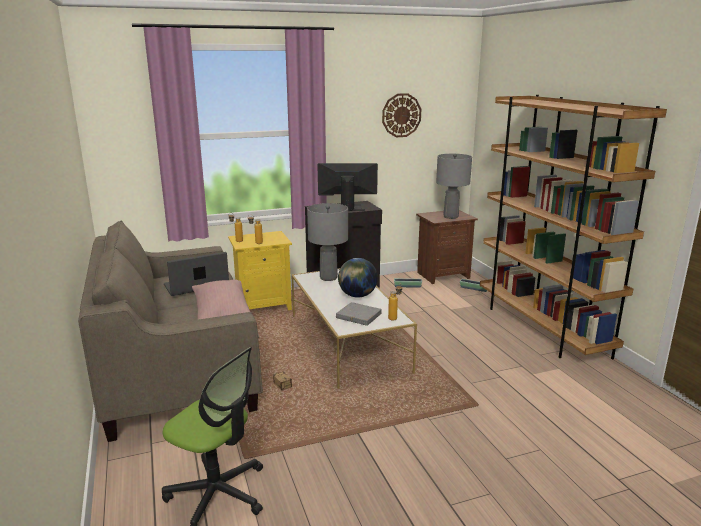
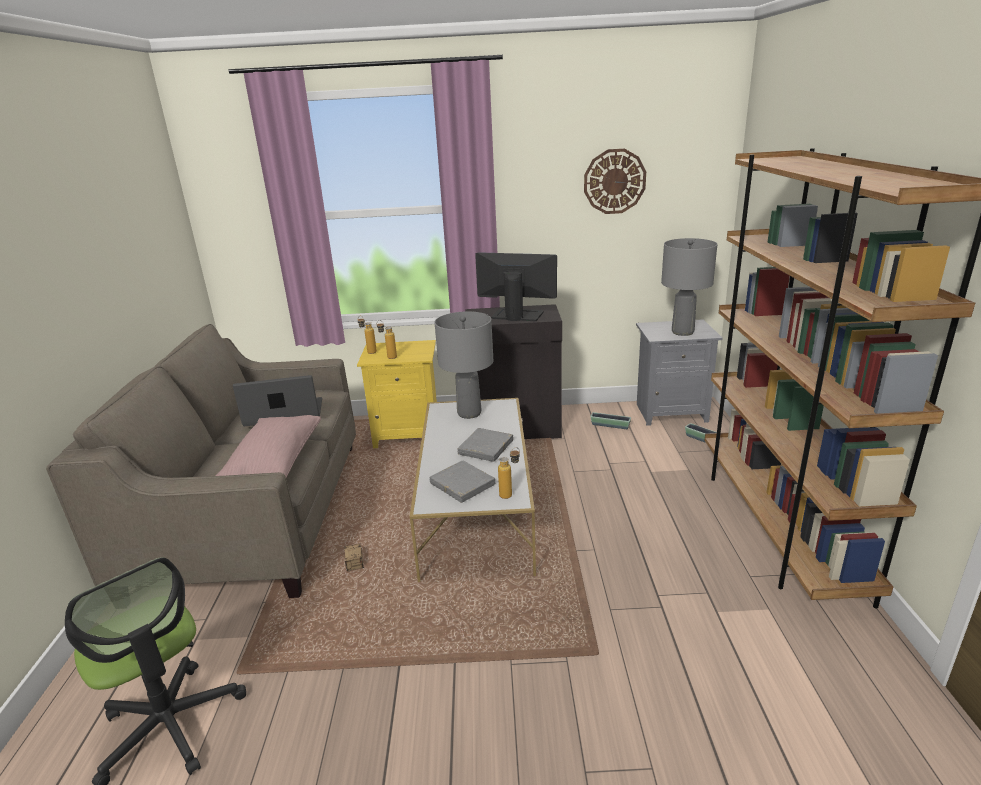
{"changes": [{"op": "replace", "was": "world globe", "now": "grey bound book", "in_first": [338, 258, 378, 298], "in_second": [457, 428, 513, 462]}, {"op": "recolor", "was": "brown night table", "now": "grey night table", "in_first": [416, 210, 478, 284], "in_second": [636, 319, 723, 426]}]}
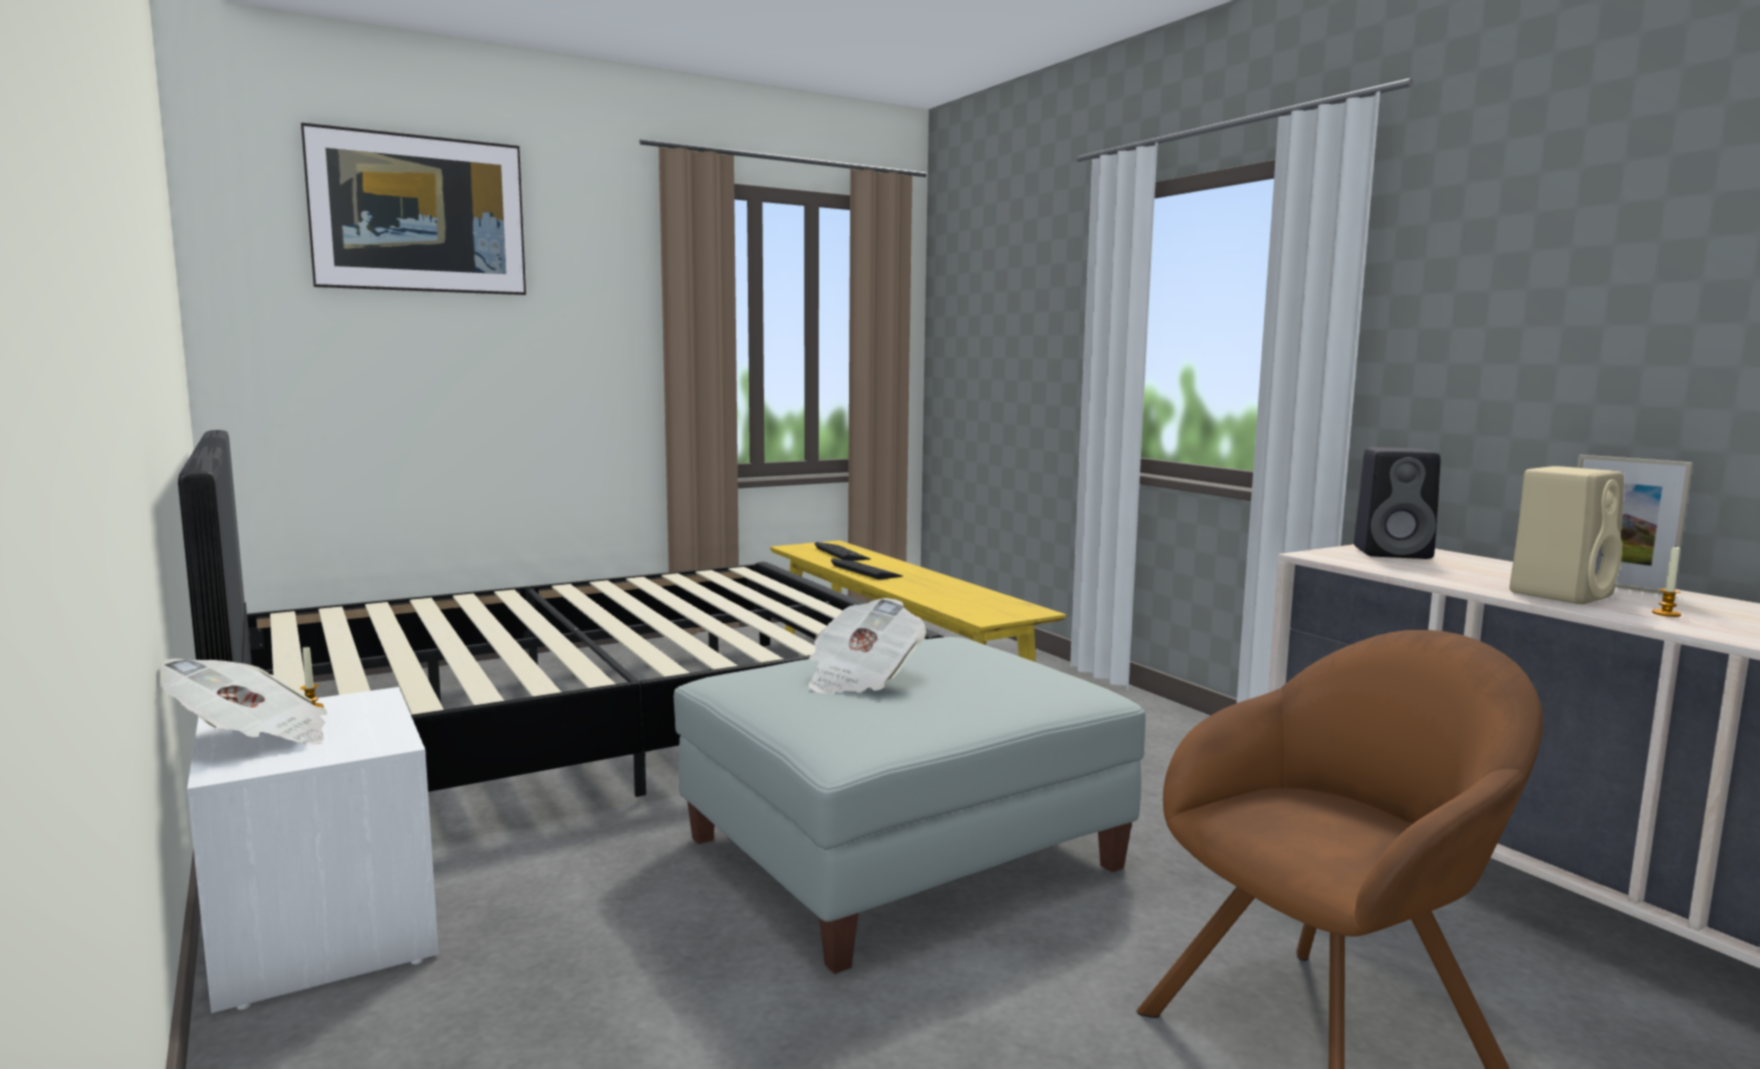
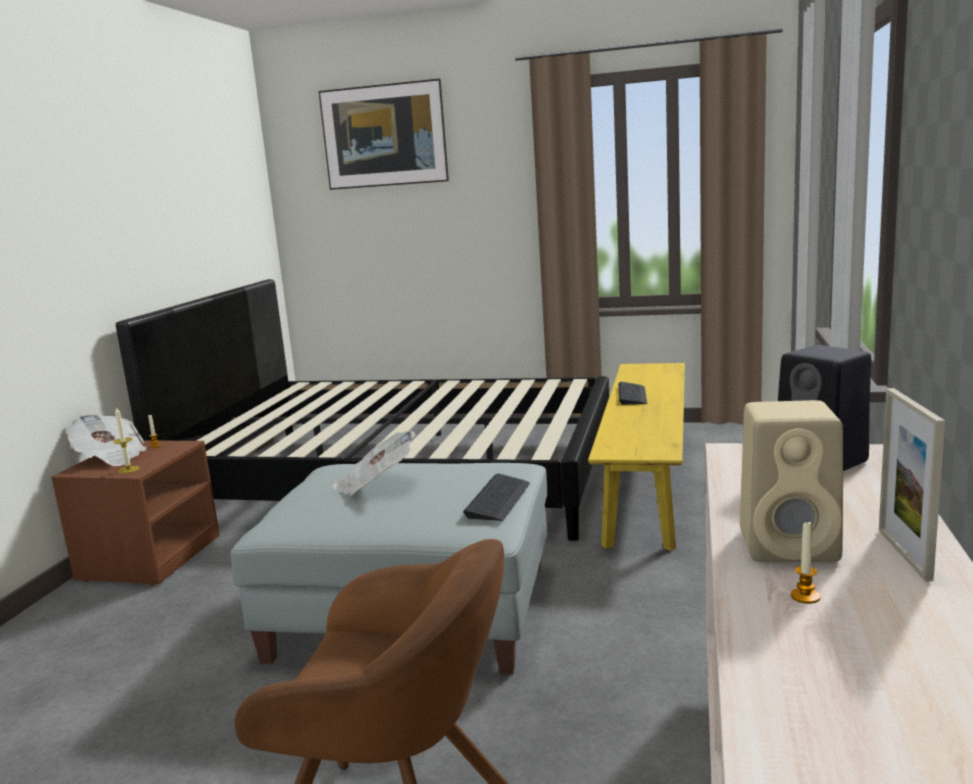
{"changes": [{"op": "recolor", "was": "whitish night table", "now": "brown night table", "in_first": [187, 687, 439, 1013], "in_second": [51, 440, 220, 586]}, {"op": "insert", "now": "wax light", "in_second": [114, 406, 139, 474]}, {"op": "move", "was": "computer keyboard", "in_first": [815, 542, 871, 561], "in_second": [463, 473, 530, 521]}]}
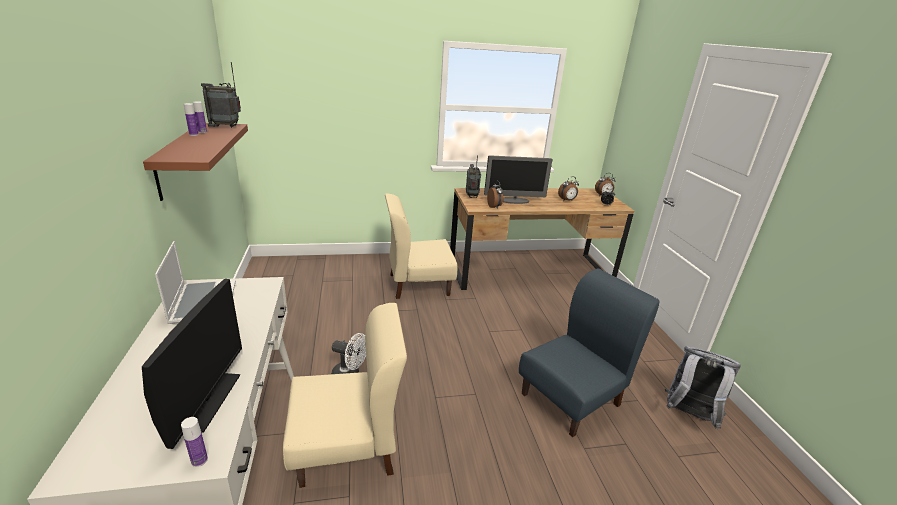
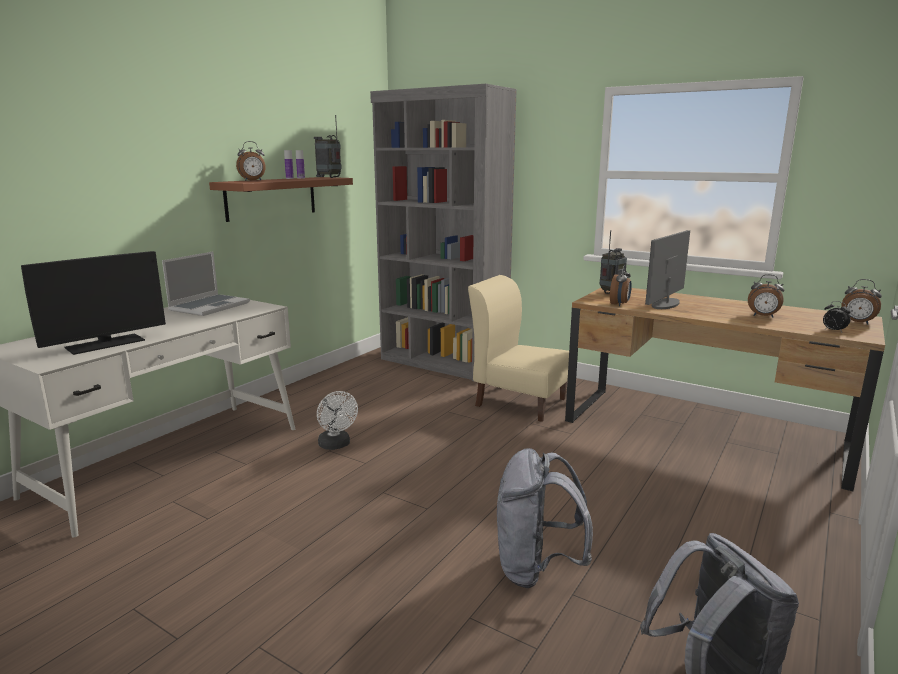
{"changes": [{"op": "insert", "now": "bedside clock", "in_second": [236, 141, 266, 181]}, {"op": "insert", "now": "grey bookshelf", "in_second": [370, 84, 517, 382]}, {"op": "replace", "was": "bluish chair", "now": "grey rucksack", "in_first": [519, 269, 659, 437], "in_second": [497, 448, 593, 588]}, {"op": "rotate", "was": "computer screen", "in_first": [484, 155, 553, 204], "in_second": [645, 230, 690, 309], "clockwise": 90}, {"op": "delete", "was": "drink bottle", "in_first": [181, 417, 208, 467]}, {"op": "delete", "was": "beige chair", "in_first": [283, 303, 407, 488]}]}
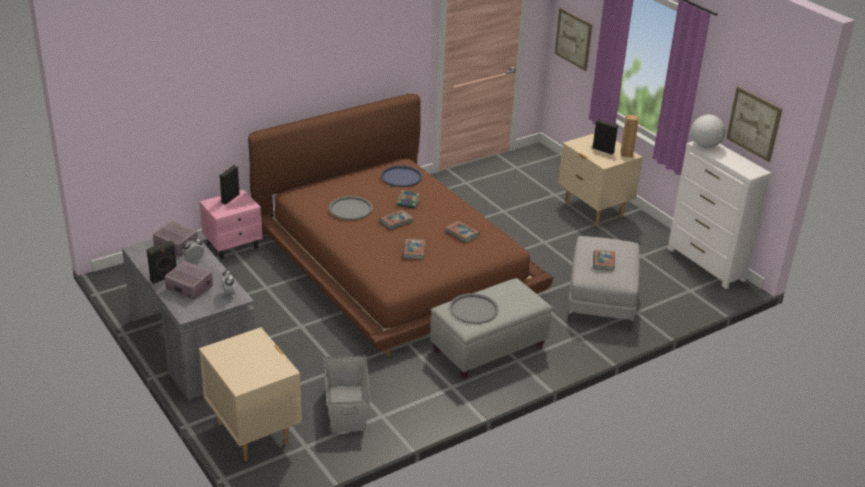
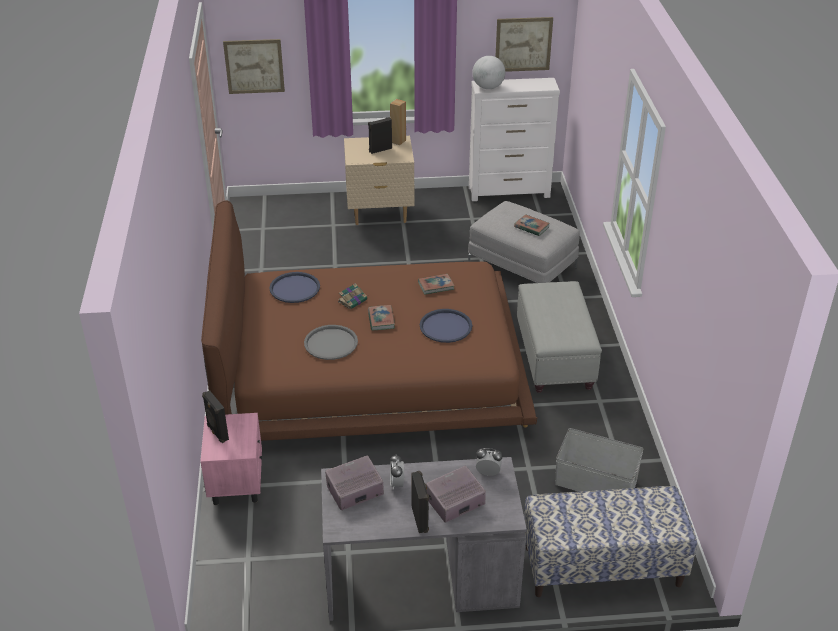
{"changes": [{"op": "replace", "was": "bound book", "now": "bluish tray", "in_first": [402, 239, 426, 259], "in_second": [420, 309, 472, 343]}, {"op": "replace", "was": "beige night table", "now": "bench", "in_first": [199, 327, 302, 461], "in_second": [524, 486, 697, 597]}, {"op": "delete", "was": "grey tray", "in_first": [449, 293, 499, 324]}]}
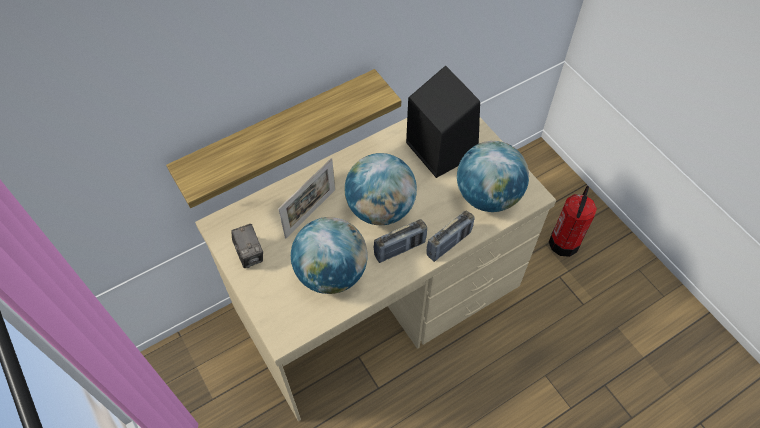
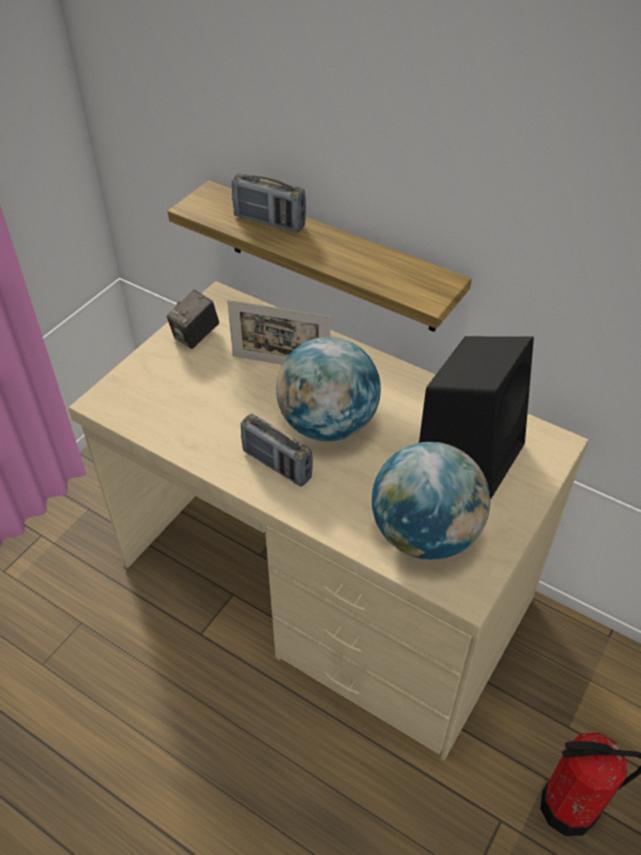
{"changes": [{"op": "move", "was": "radio receiver", "in_first": [426, 210, 475, 262], "in_second": [232, 173, 306, 232]}, {"op": "delete", "was": "world globe", "in_first": [291, 217, 368, 294]}]}
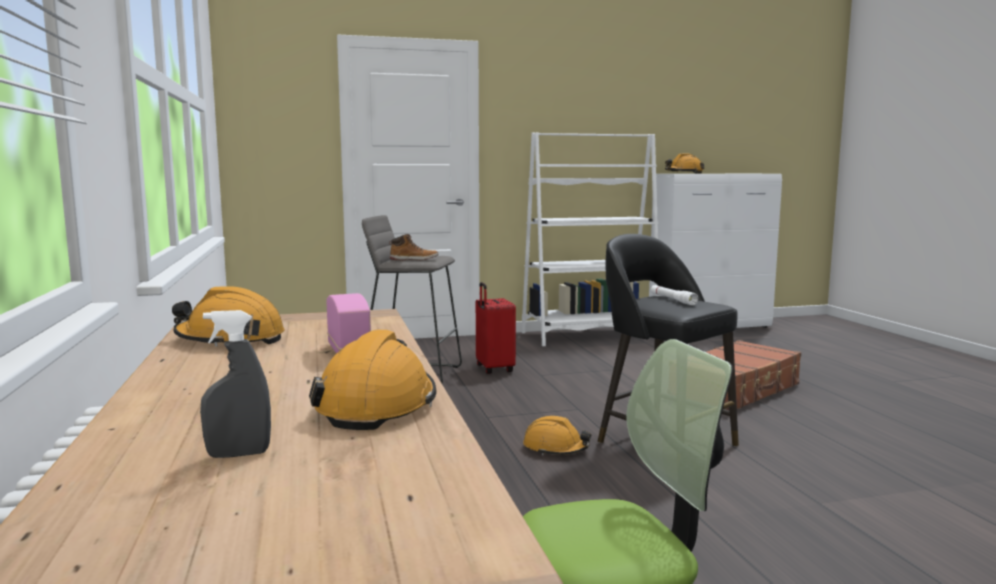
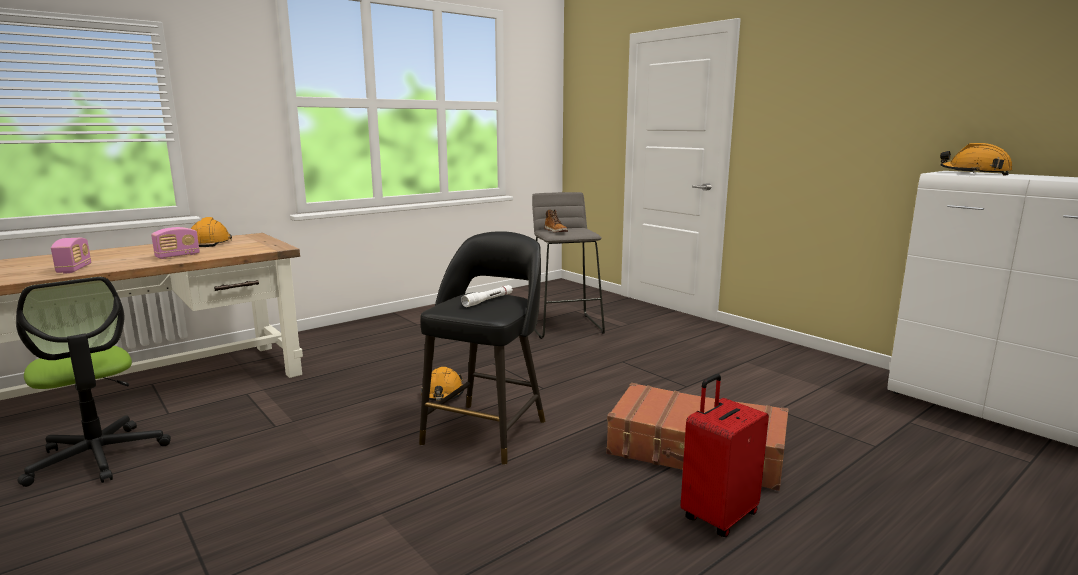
{"changes": [{"op": "replace", "was": "orangey work helmet", "now": "radio receiver", "in_first": [309, 330, 437, 430], "in_second": [51, 238, 91, 273]}, {"op": "move", "was": "red-coloured travel case", "in_first": [476, 282, 516, 374], "in_second": [681, 374, 769, 537]}, {"op": "delete", "was": "grey sprayer", "in_first": [200, 310, 271, 458]}, {"op": "delete", "was": "whitish bookshelf", "in_first": [522, 132, 660, 346]}]}
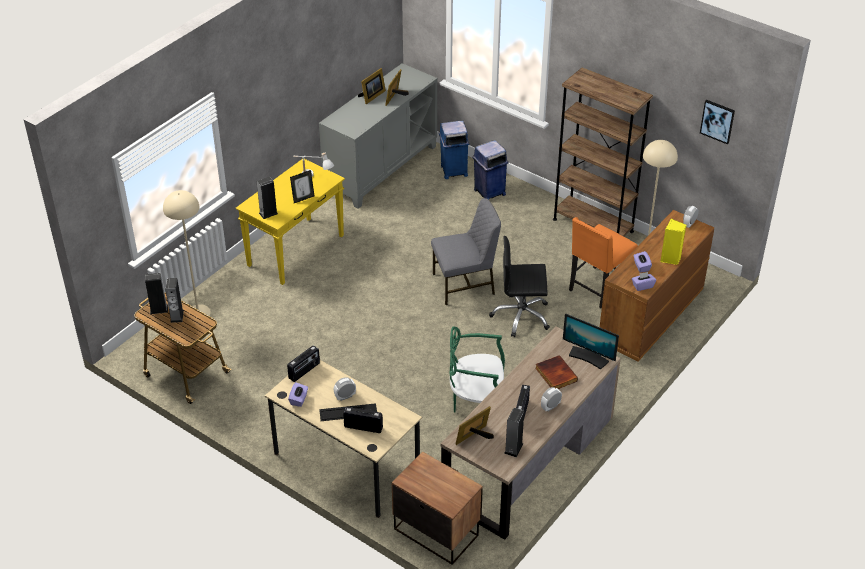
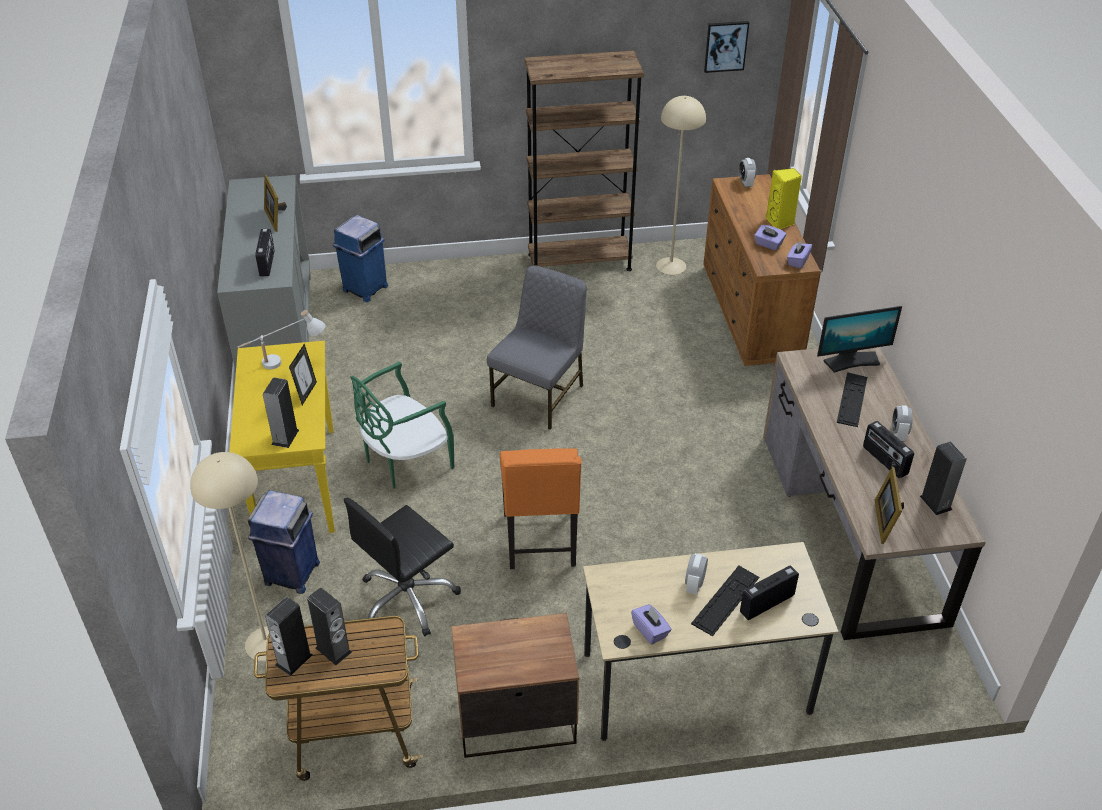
{"changes": [{"op": "move", "was": "bluish rubbish bin", "in_first": [472, 140, 509, 200], "in_second": [248, 490, 320, 594]}, {"op": "move", "was": "radio receiver", "in_first": [287, 345, 320, 382], "in_second": [255, 228, 275, 276]}, {"op": "move", "was": "black computer chair", "in_first": [489, 236, 550, 337], "in_second": [344, 497, 461, 637]}, {"op": "move", "was": "green-coloured chair", "in_first": [450, 327, 505, 412], "in_second": [350, 361, 454, 489]}, {"op": "move", "was": "night table", "in_first": [392, 451, 483, 565], "in_second": [451, 613, 579, 758]}, {"op": "move", "was": "orangey chair", "in_first": [569, 217, 638, 309], "in_second": [500, 448, 582, 569]}, {"op": "replace", "was": "bound book", "now": "computer keyboard", "in_first": [535, 355, 578, 389], "in_second": [837, 372, 867, 427]}, {"op": "delete", "was": "photo frame", "in_first": [358, 68, 386, 104]}]}
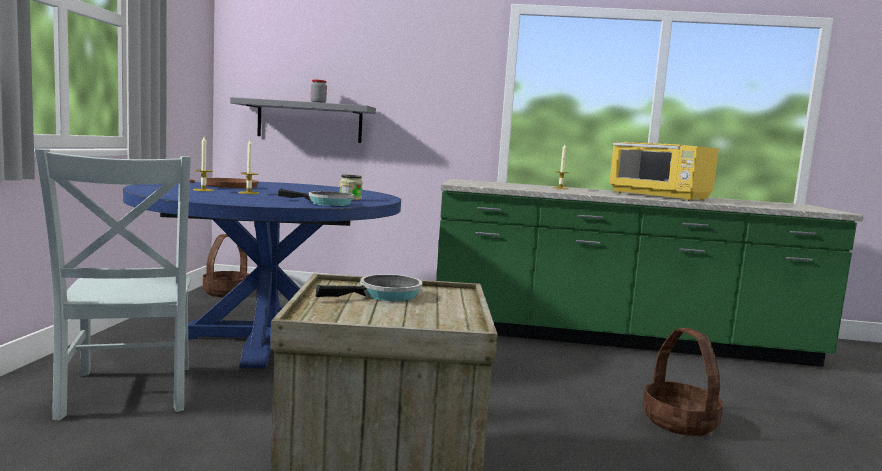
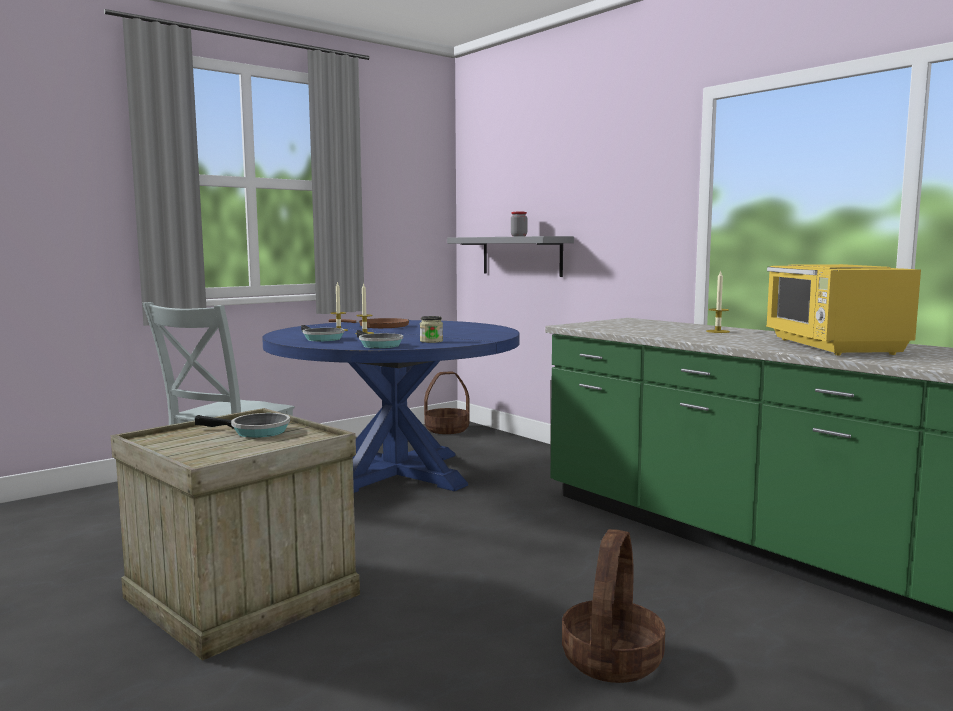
{"changes": [{"op": "insert", "now": "skillet", "in_second": [301, 325, 344, 341]}]}
